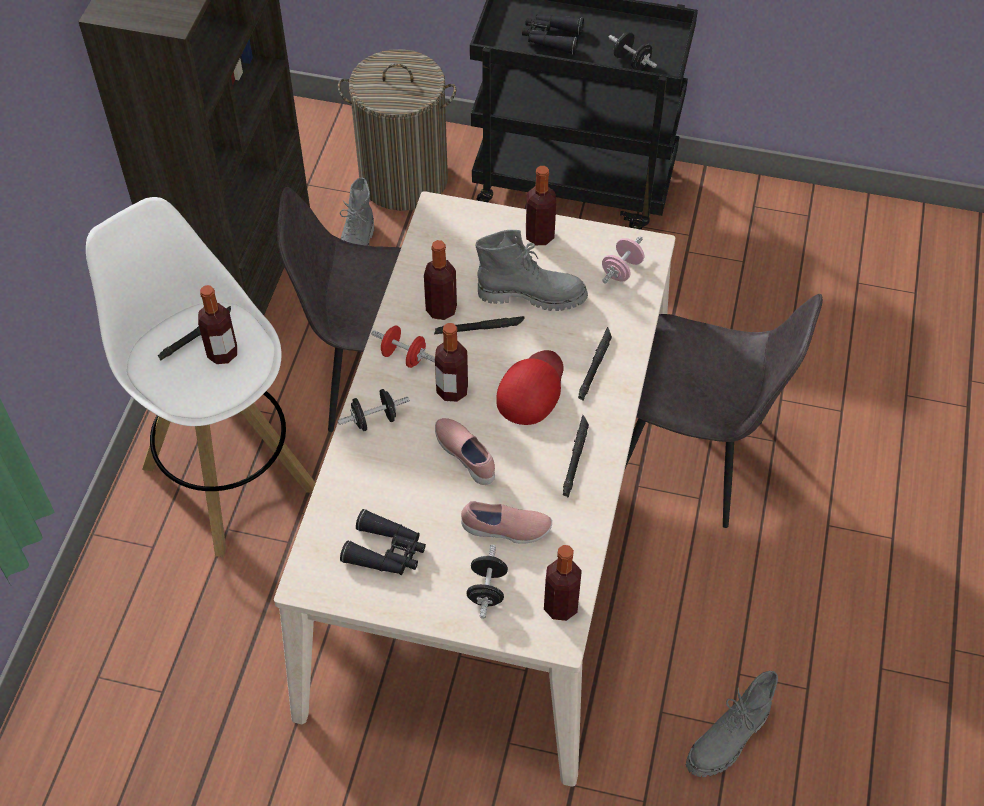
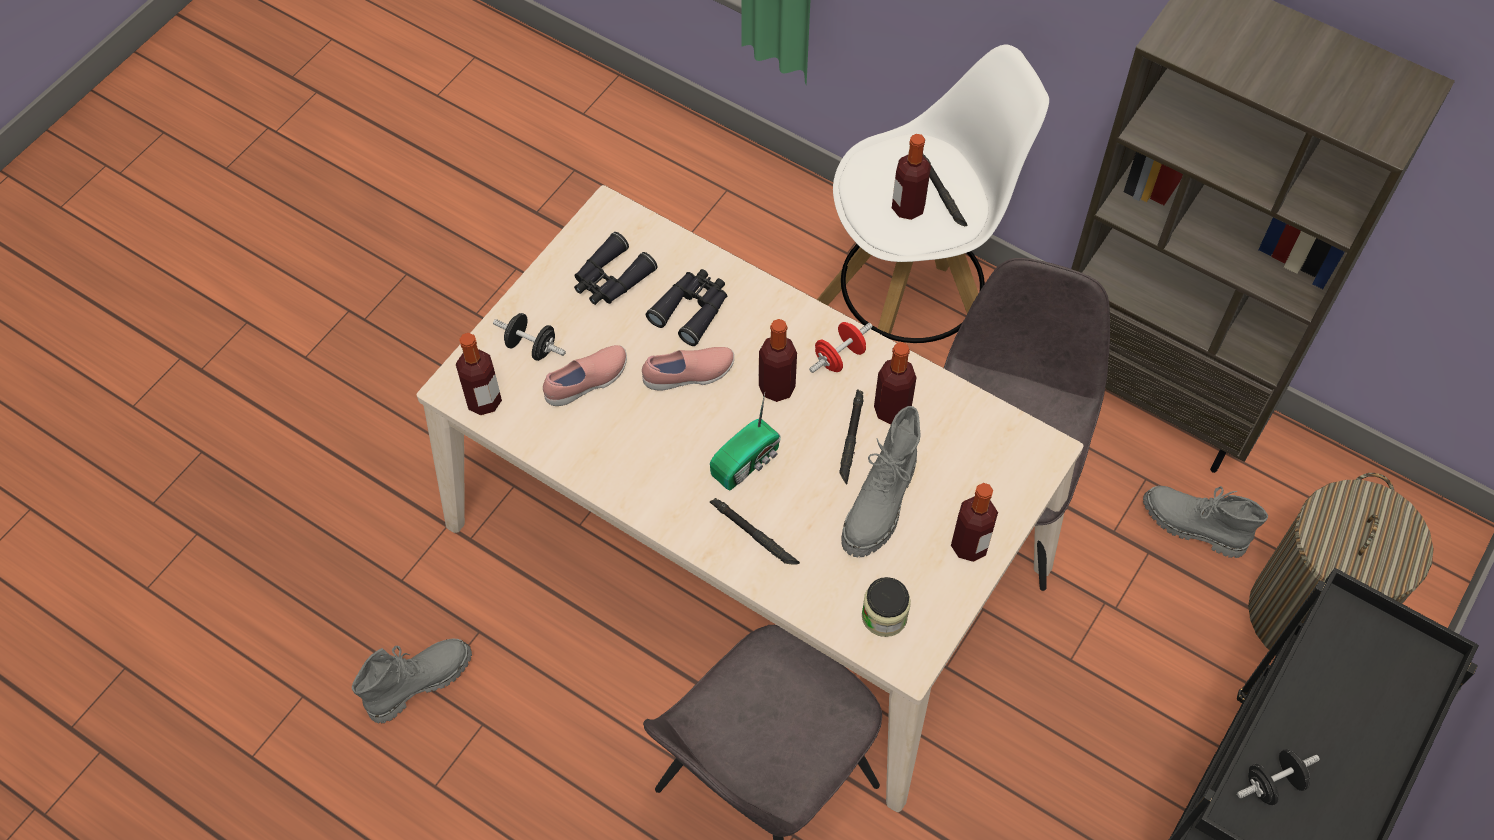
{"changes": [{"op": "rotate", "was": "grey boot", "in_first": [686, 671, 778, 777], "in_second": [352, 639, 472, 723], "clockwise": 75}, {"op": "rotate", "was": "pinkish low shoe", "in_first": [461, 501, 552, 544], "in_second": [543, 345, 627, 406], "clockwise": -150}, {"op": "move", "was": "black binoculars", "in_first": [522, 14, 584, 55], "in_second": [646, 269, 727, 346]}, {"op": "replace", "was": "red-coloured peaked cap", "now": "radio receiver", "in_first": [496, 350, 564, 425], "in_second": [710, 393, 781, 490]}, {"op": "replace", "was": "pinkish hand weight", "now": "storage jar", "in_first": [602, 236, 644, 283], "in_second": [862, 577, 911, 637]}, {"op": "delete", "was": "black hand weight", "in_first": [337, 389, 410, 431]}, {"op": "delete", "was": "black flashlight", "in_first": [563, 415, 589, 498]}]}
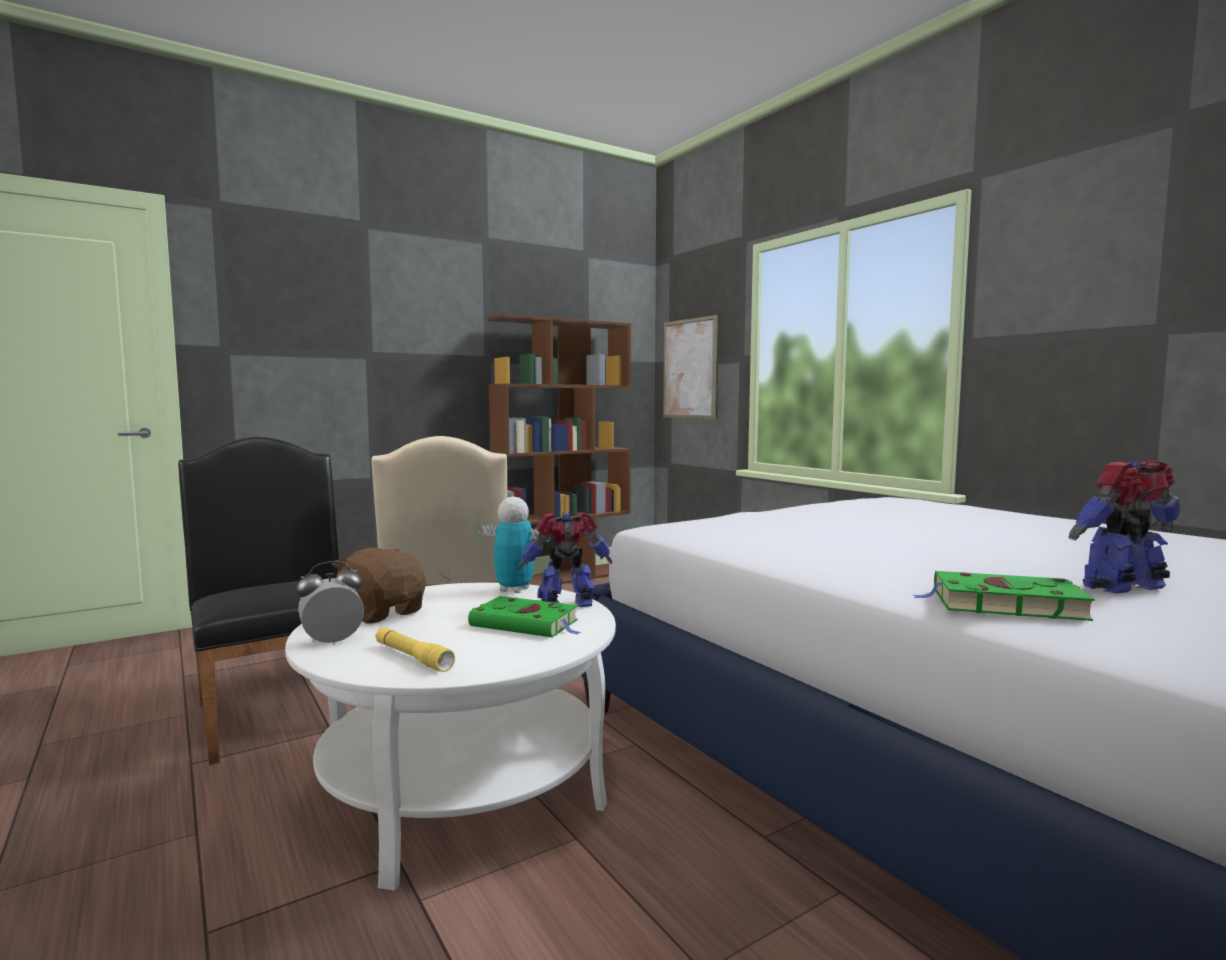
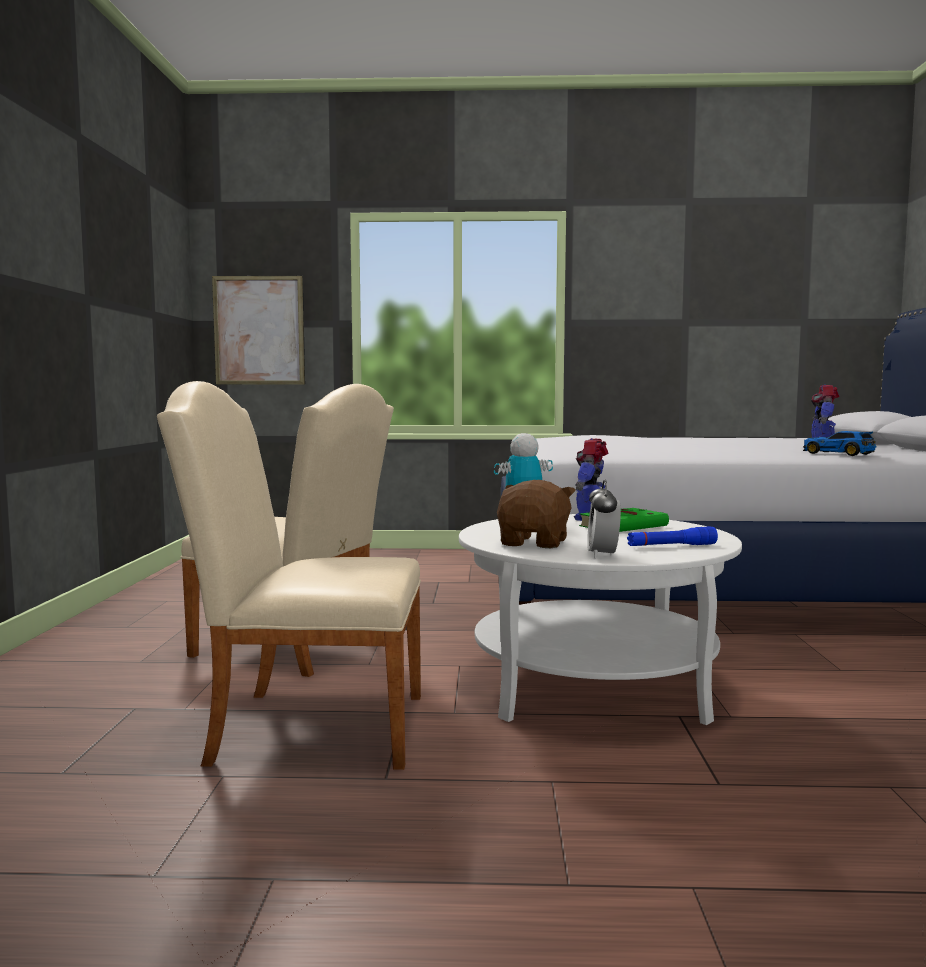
{"changes": [{"op": "recolor", "was": "black chair", "now": "beige chair", "in_first": [178, 437, 339, 765], "in_second": [157, 381, 421, 770]}, {"op": "rotate", "was": "brown cuddly toy", "in_first": [332, 548, 425, 624], "in_second": [497, 480, 576, 548], "clockwise": 120}, {"op": "recolor", "was": "yellow-coloured flashlight", "now": "bluish flashlight", "in_first": [375, 628, 455, 672], "in_second": [627, 526, 718, 546]}, {"op": "replace", "was": "green-coloured bound book", "now": "miniature car", "in_first": [914, 571, 1095, 621], "in_second": [803, 431, 877, 456]}, {"op": "delete", "was": "brown bookshelf", "in_first": [487, 314, 631, 586]}]}
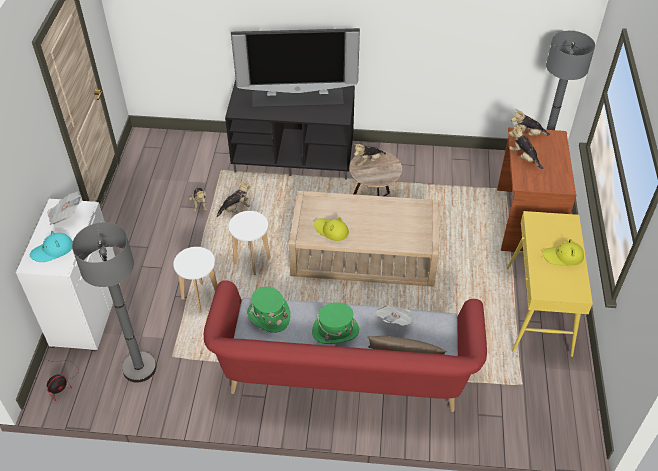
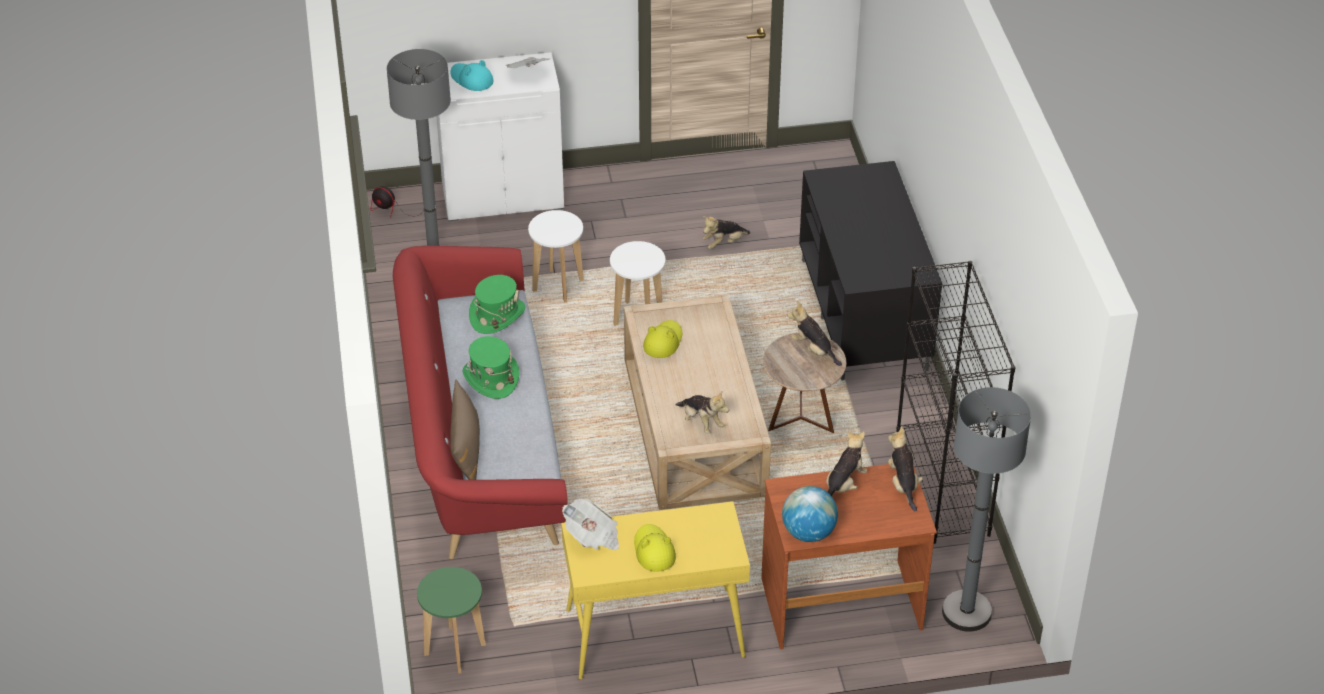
{"changes": [{"op": "insert", "now": "green-coloured stool seat", "in_second": [417, 567, 486, 674]}, {"op": "move", "was": "printed paper", "in_first": [375, 305, 412, 326], "in_second": [562, 499, 619, 550]}, {"op": "move", "was": "cuddly toy", "in_first": [217, 180, 250, 217], "in_second": [676, 392, 729, 434]}, {"op": "insert", "now": "world globe", "in_second": [782, 486, 838, 542]}, {"op": "insert", "now": "black bookshelf", "in_second": [896, 261, 1016, 544]}, {"op": "delete", "was": "TV set", "in_first": [231, 28, 360, 107]}]}
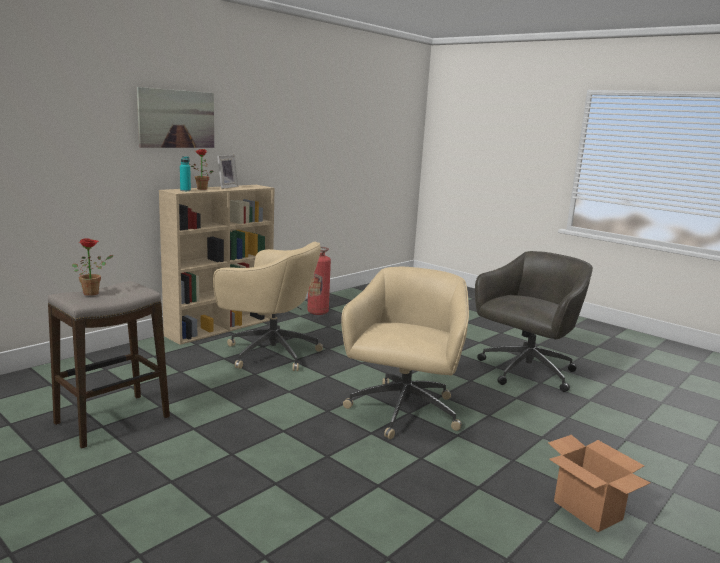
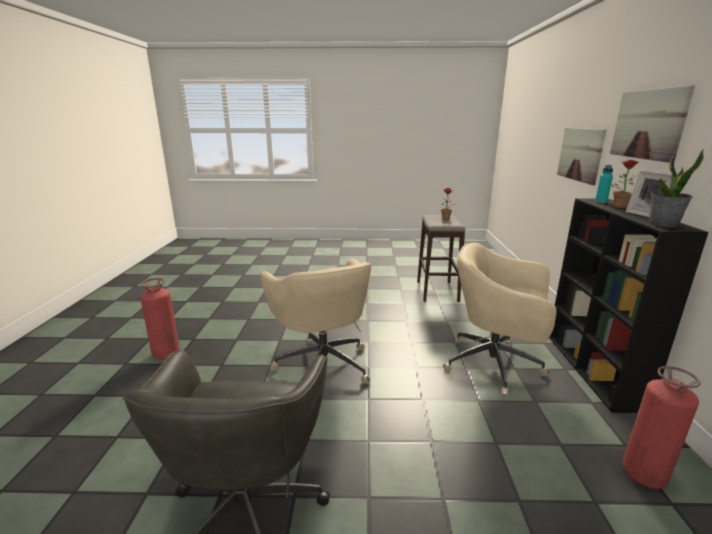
{"changes": [{"op": "replace", "was": "carton", "now": "fire extinguisher", "in_first": [548, 435, 650, 532], "in_second": [140, 278, 180, 360]}, {"op": "rotate", "was": "beige computer chair", "in_first": [213, 242, 323, 371], "in_second": [443, 243, 557, 397], "clockwise": 45}, {"op": "recolor", "was": "beige bookshelf", "now": "black bookshelf", "in_first": [159, 185, 275, 345], "in_second": [549, 199, 709, 413]}, {"op": "insert", "now": "picture", "in_second": [557, 128, 607, 185]}, {"op": "insert", "now": "plant in a pot", "in_second": [649, 149, 704, 228]}]}
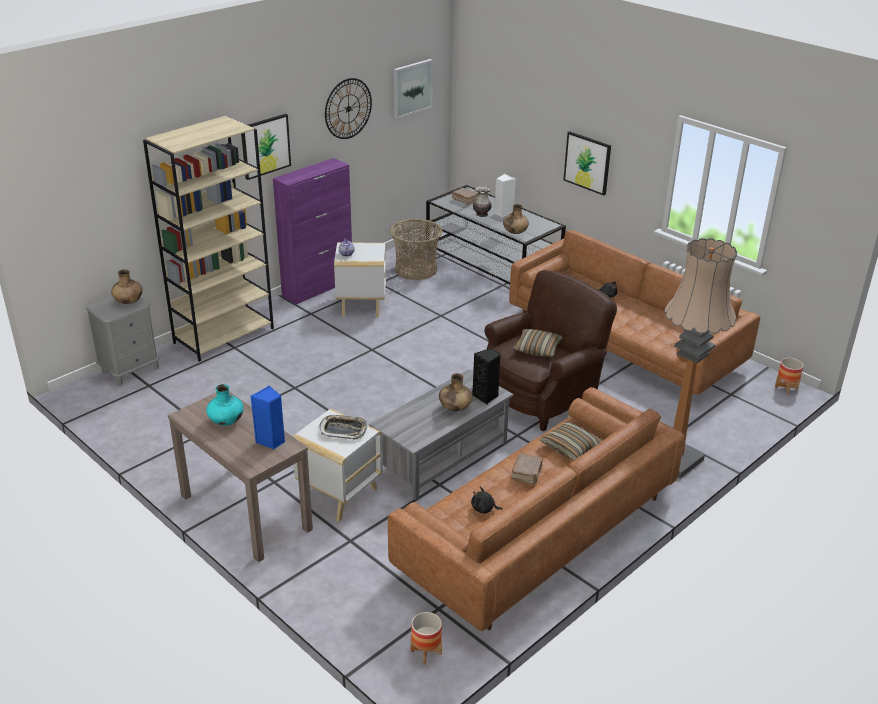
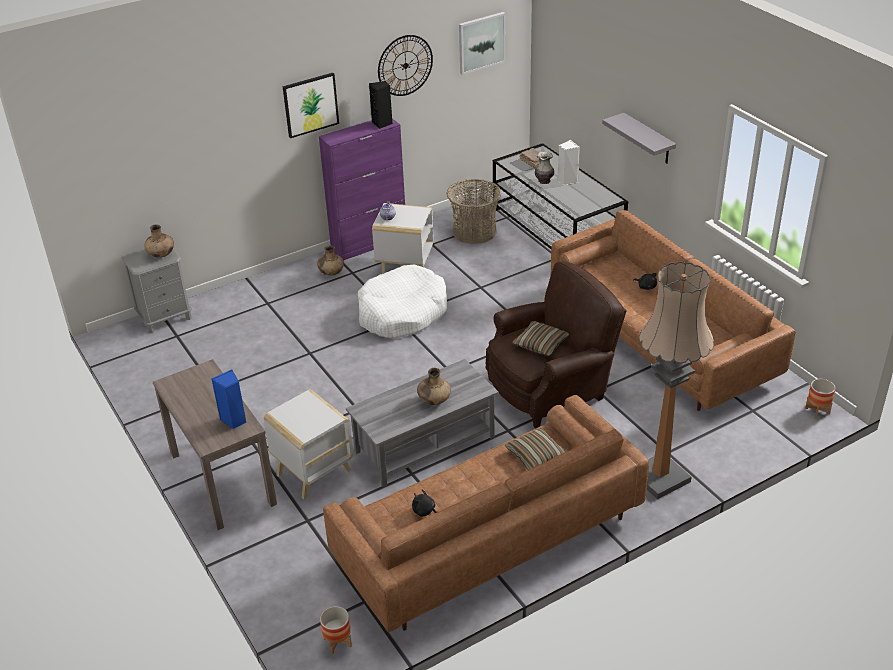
{"changes": [{"op": "move", "was": "brown flower vase", "in_first": [503, 204, 529, 234], "in_second": [317, 245, 344, 276]}, {"op": "insert", "now": "whitish dog cushion", "in_second": [358, 264, 447, 338]}, {"op": "move", "was": "black audio speaker", "in_first": [472, 348, 501, 404], "in_second": [369, 81, 393, 129]}, {"op": "replace", "was": "picture", "now": "grey wall shelf", "in_first": [563, 131, 611, 196], "in_second": [602, 113, 676, 164]}, {"op": "delete", "was": "beige bookshelf", "in_first": [143, 116, 274, 361]}, {"op": "delete", "was": "turquoise flower vase", "in_first": [206, 384, 244, 426]}, {"op": "delete", "was": "tray", "in_first": [319, 415, 367, 439]}, {"op": "delete", "was": "brown bound book", "in_first": [512, 453, 543, 484]}]}
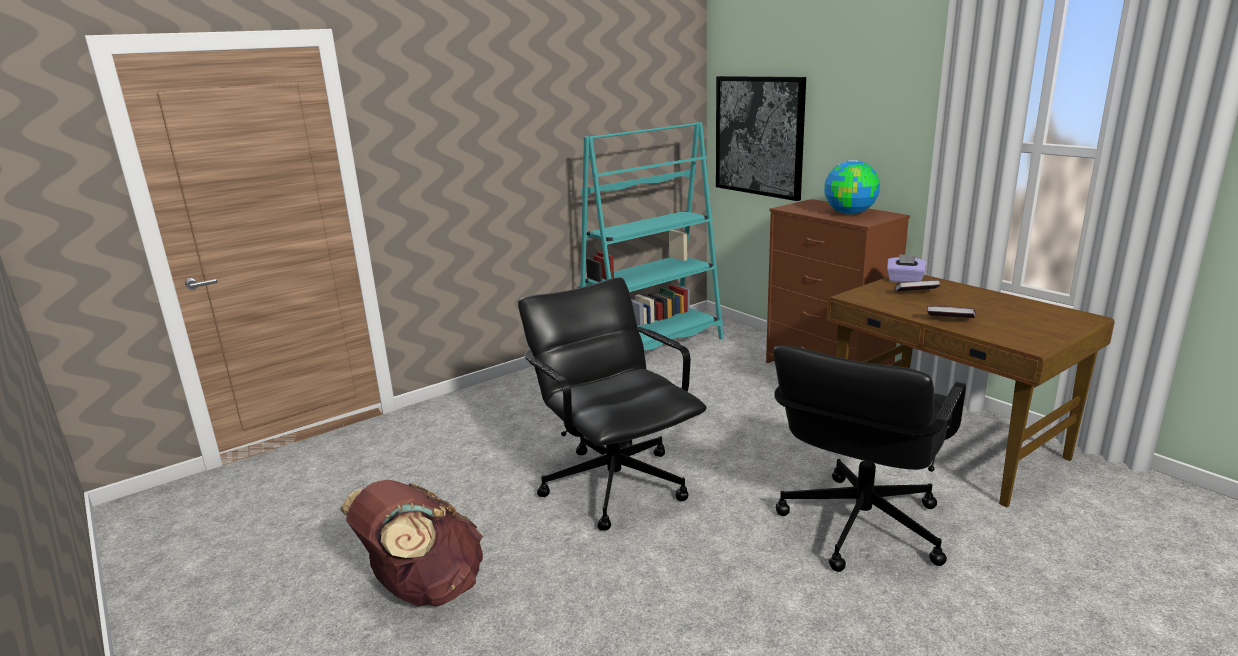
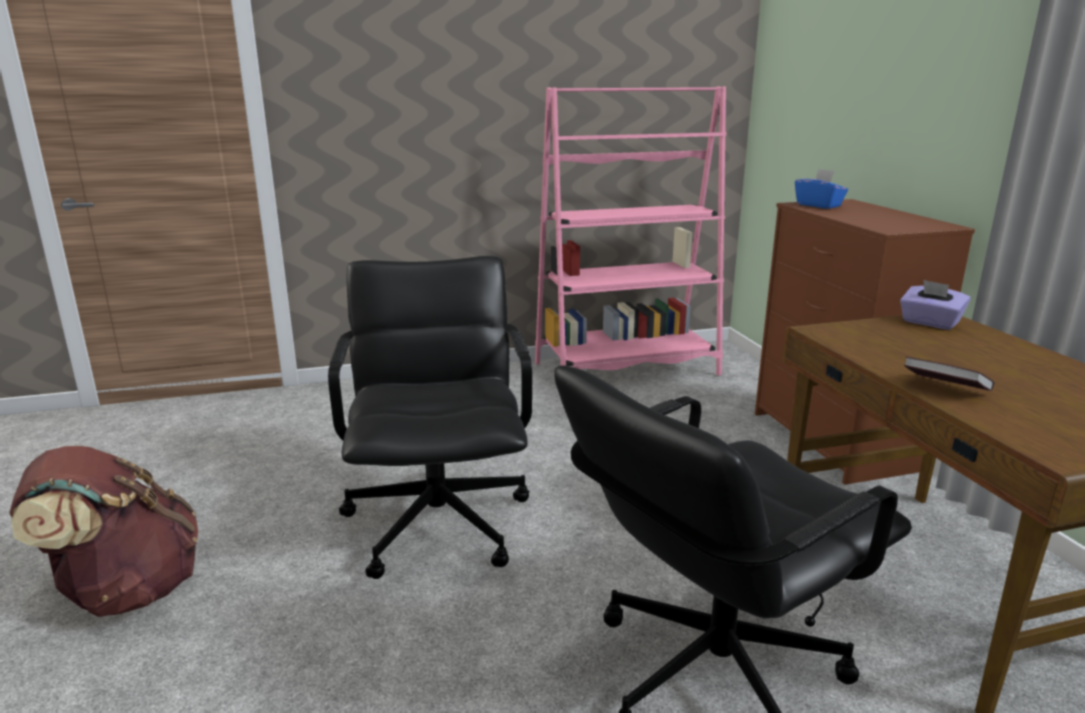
{"changes": [{"op": "recolor", "was": "turquoise bookshelf", "now": "pinkish bookshelf", "in_first": [580, 122, 723, 350], "in_second": [535, 86, 726, 376]}, {"op": "insert", "now": "bluish box of tissues", "in_second": [795, 169, 848, 209]}, {"op": "delete", "was": "picture", "in_first": [716, 76, 806, 201]}, {"op": "delete", "was": "world globe", "in_first": [824, 160, 880, 215]}, {"op": "delete", "was": "bound book", "in_first": [894, 280, 941, 292]}]}
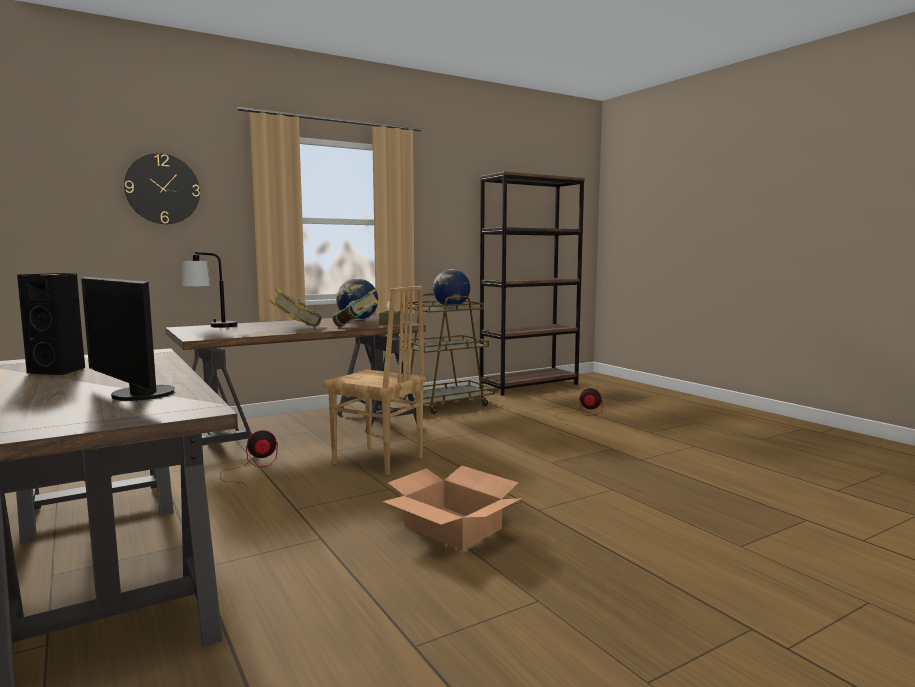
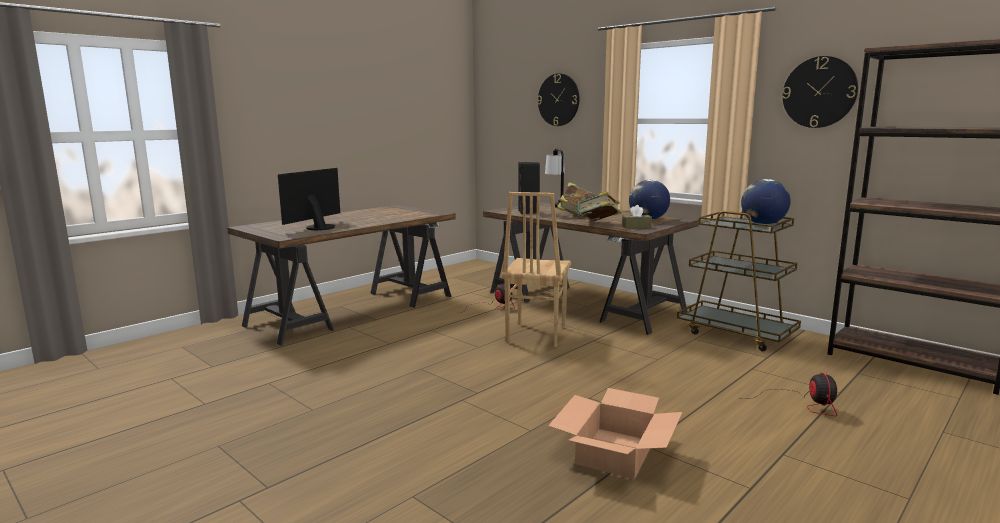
{"changes": [{"op": "move", "was": "black audio speaker", "in_first": [17, 273, 86, 375], "in_second": [519, 162, 540, 214]}, {"op": "move", "was": "carton", "in_first": [382, 465, 522, 550], "in_second": [548, 388, 682, 479]}, {"op": "insert", "now": "hanging clock", "in_second": [782, 56, 858, 128]}]}
